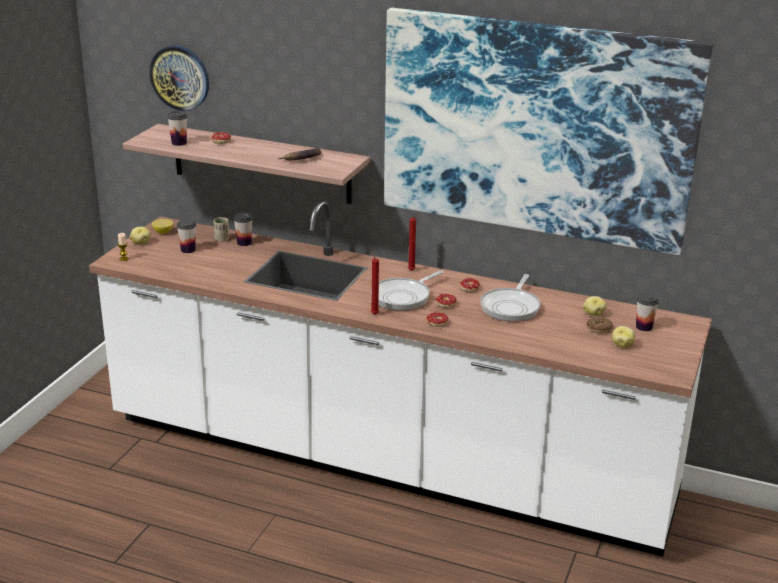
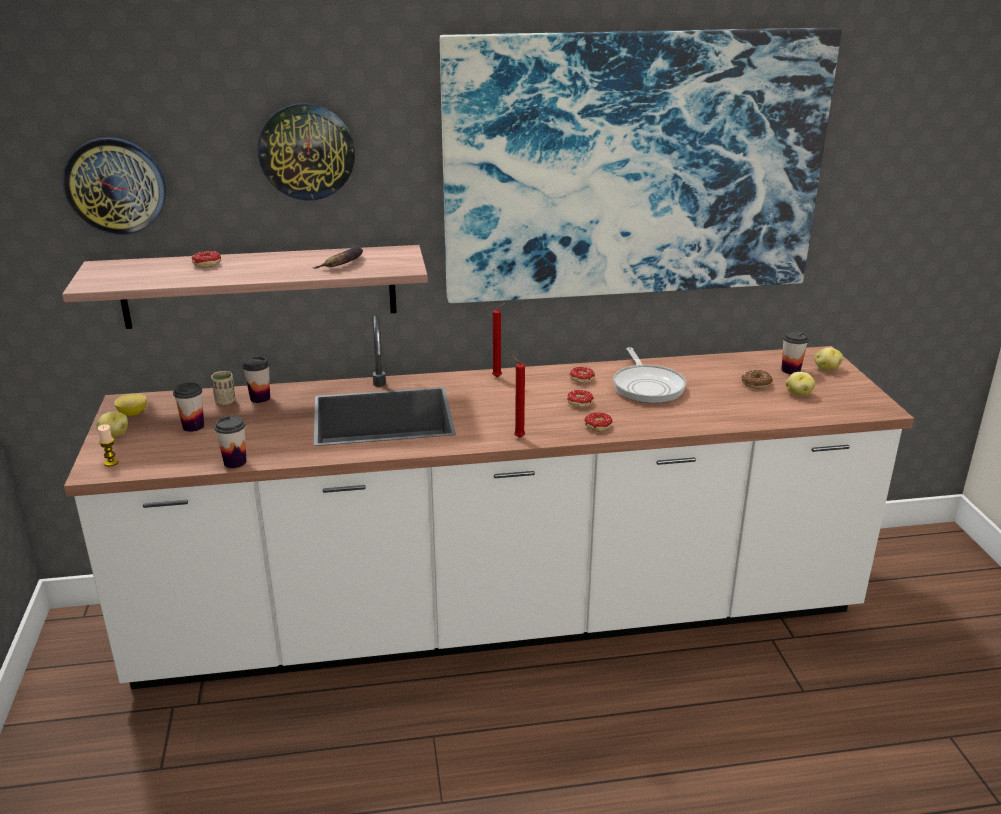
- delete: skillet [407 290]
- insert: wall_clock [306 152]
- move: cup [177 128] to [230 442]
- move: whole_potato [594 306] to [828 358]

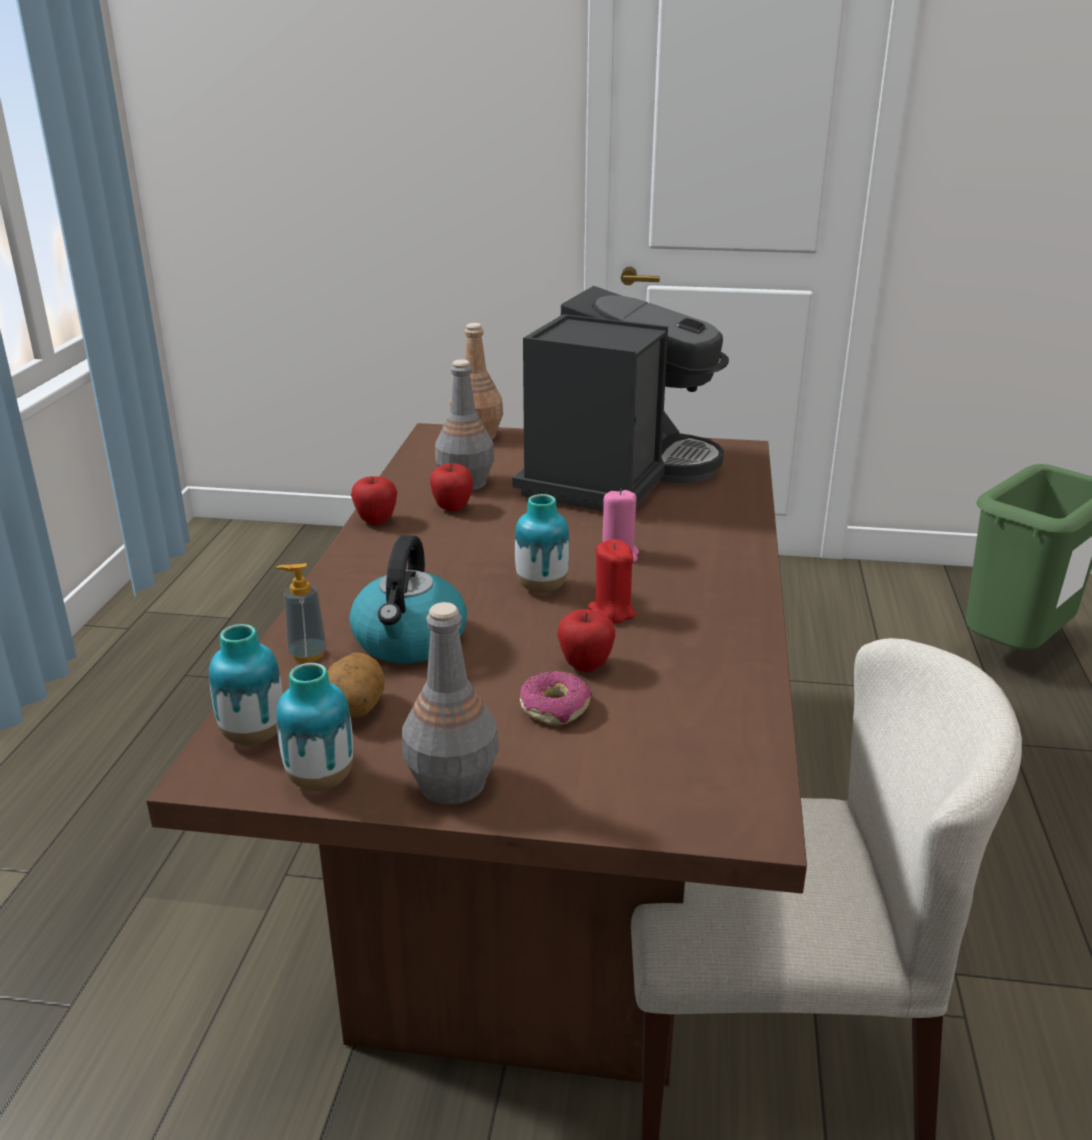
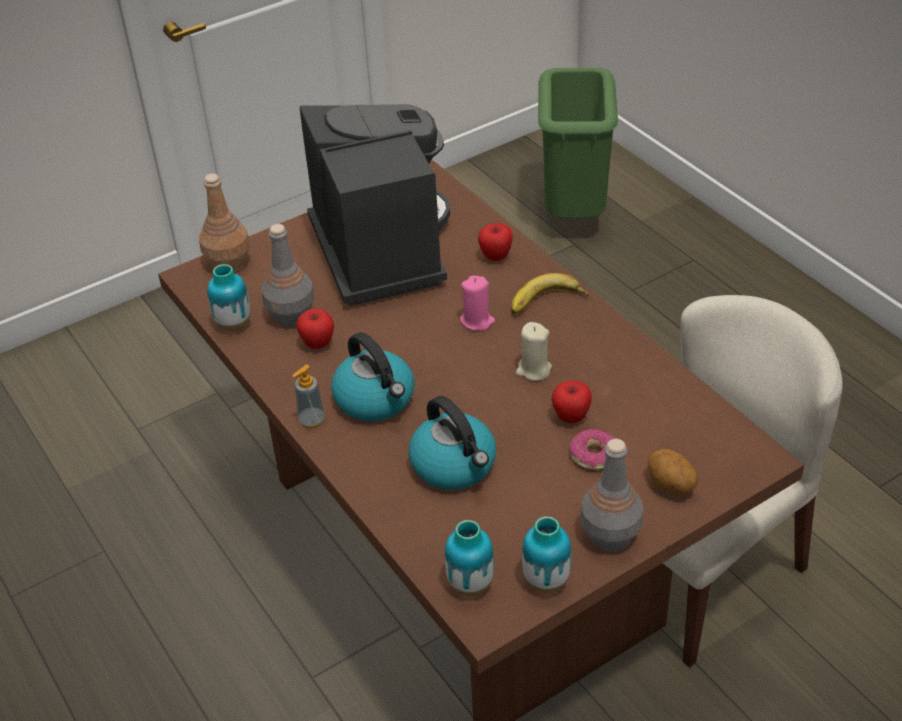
- insert: tea_kettle [372 376]
- insert: banana_fruit [550 293]
- move: soap_bottle [301 613] to [308 396]
- move: whole_potato [355 685] to [673 471]
- move: apple [374 500] to [495 242]
- move: decorative_vase [542 543] to [228 297]
- recolor: red_candle [611 581] to beige_candle [534 351]

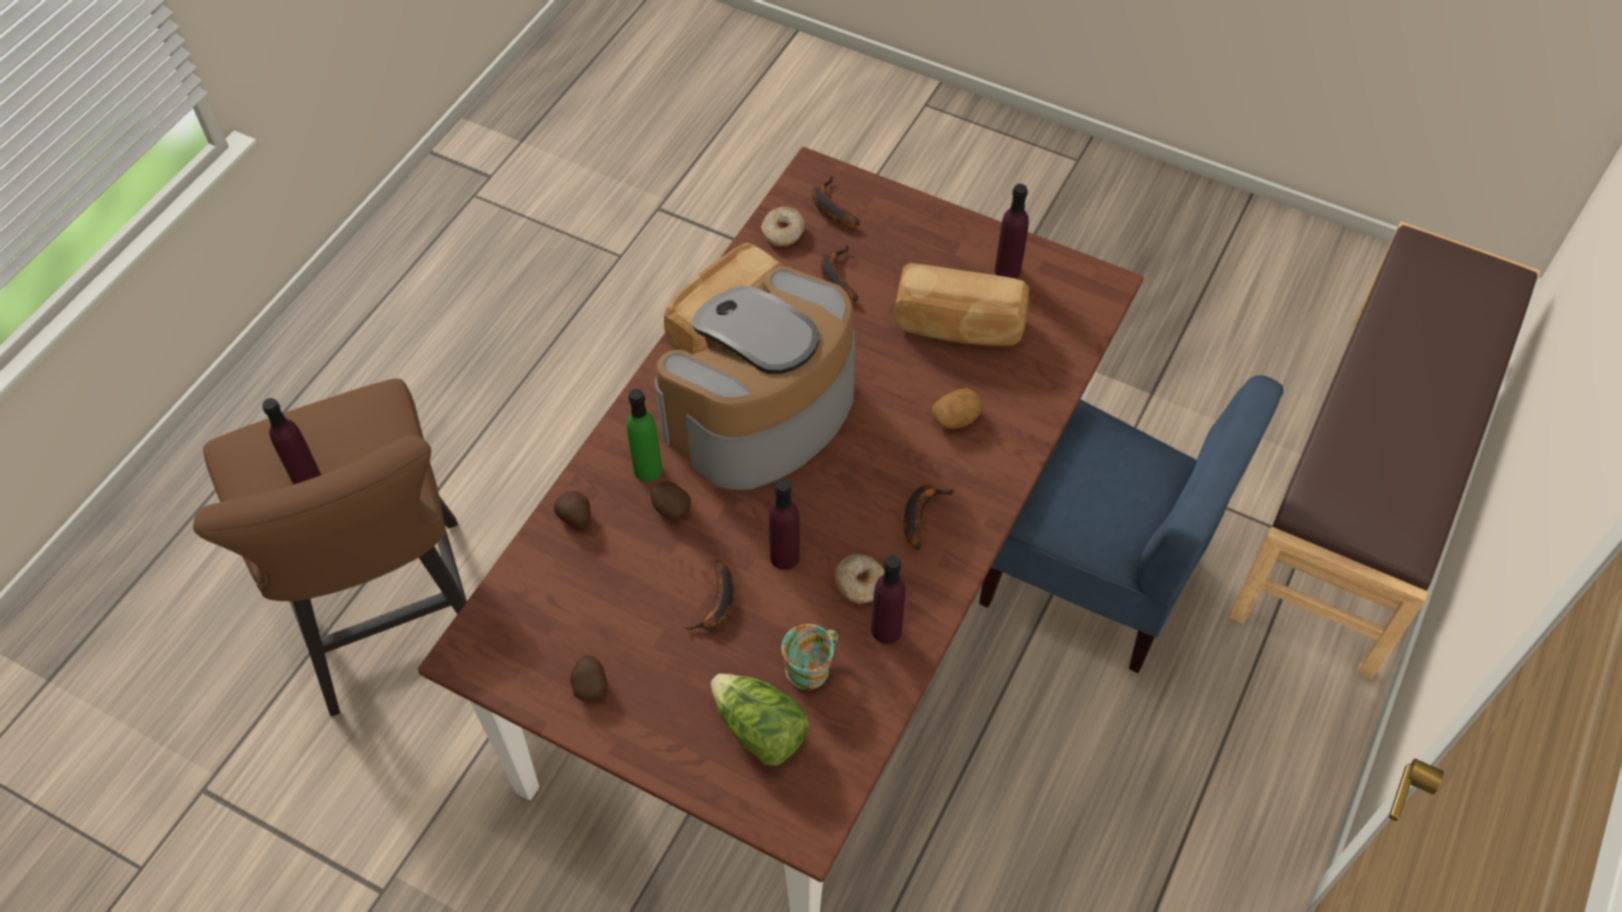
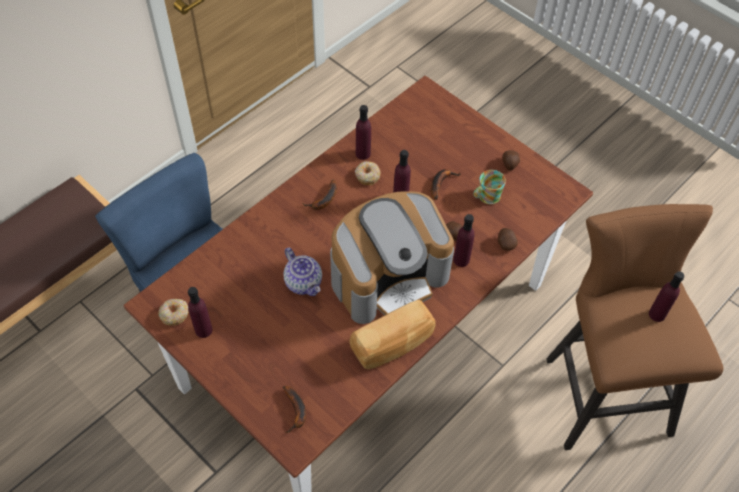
- delete: lettuce [760 720]
- delete: banana_fruit [839 273]
- delete: bakery_bread [961 304]
- delete: whole_potato [957 408]
- insert: pot_for_tea [302 272]
- move: ring_doughnut [783 226] to [173 312]
- move: tea_mug [810 657] to [489 187]
- recolor: greenish_drink_bottle [644 435] to purplish_drink_bottle [464 240]

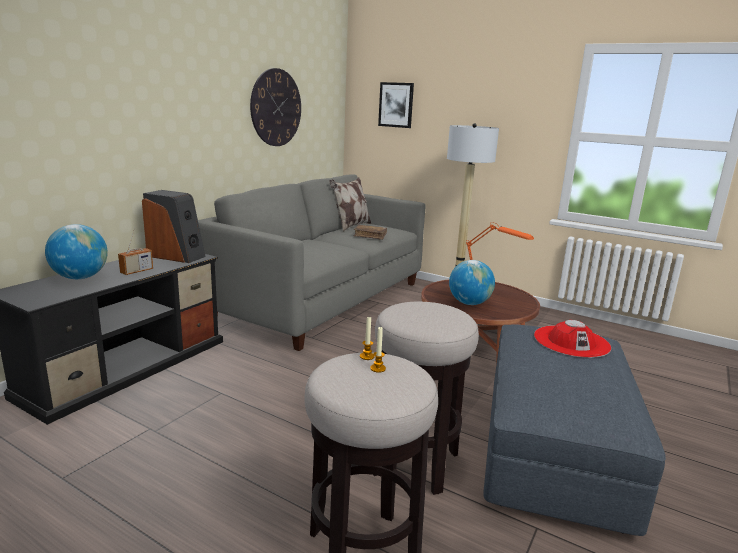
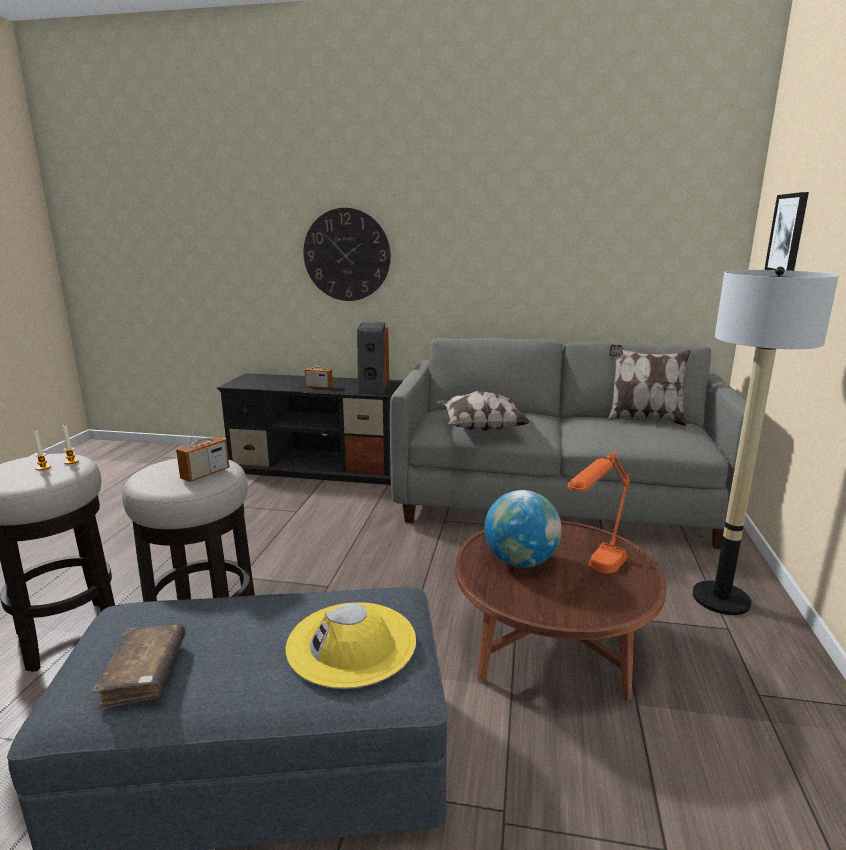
- delete: globe [76 251]
- insert: radio [202 444]
- insert: cushion [483 411]
- move: wall_clock [275 107] to [347 254]
- move: brown_volume [370 232] to [138 667]
- recolor: red_wearable_hat [572 339] to yellow-coloured_wearable_hat [350 645]

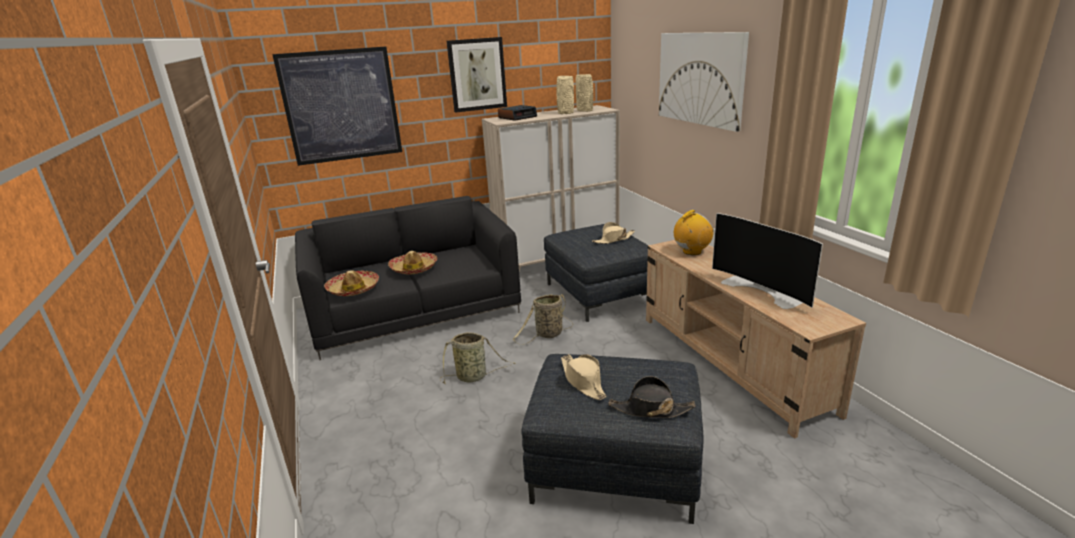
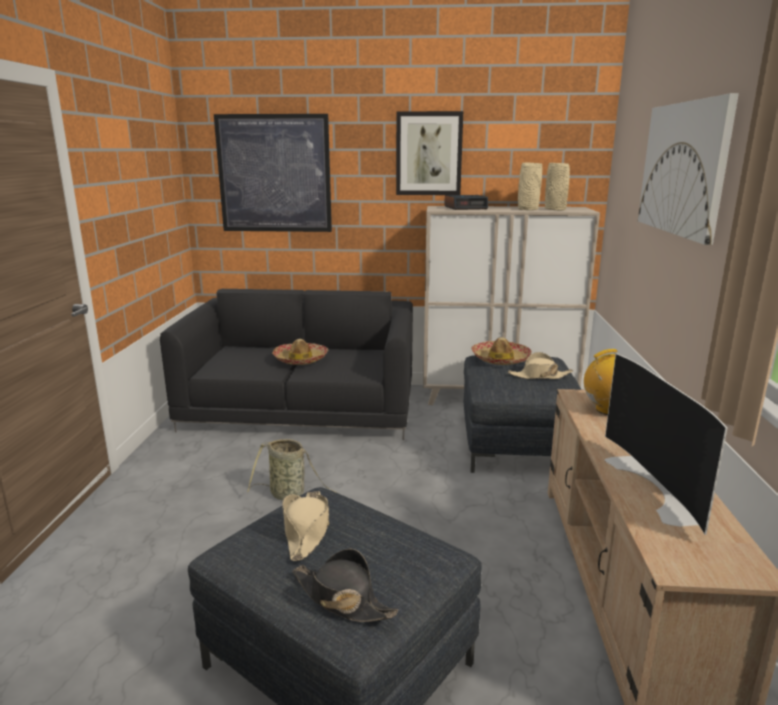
- delete: storage_basket [543 319]
- move: wearable_hat [351 283] to [501 351]

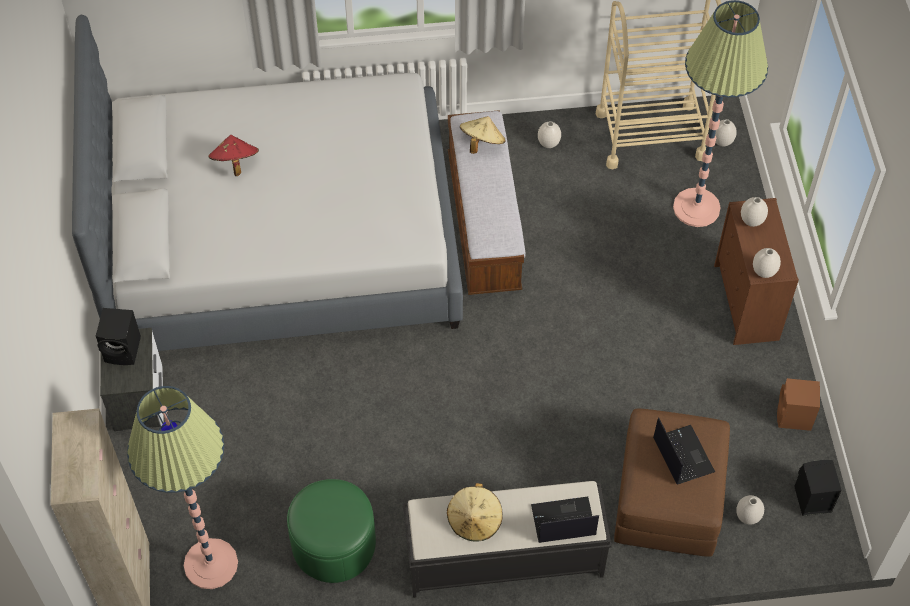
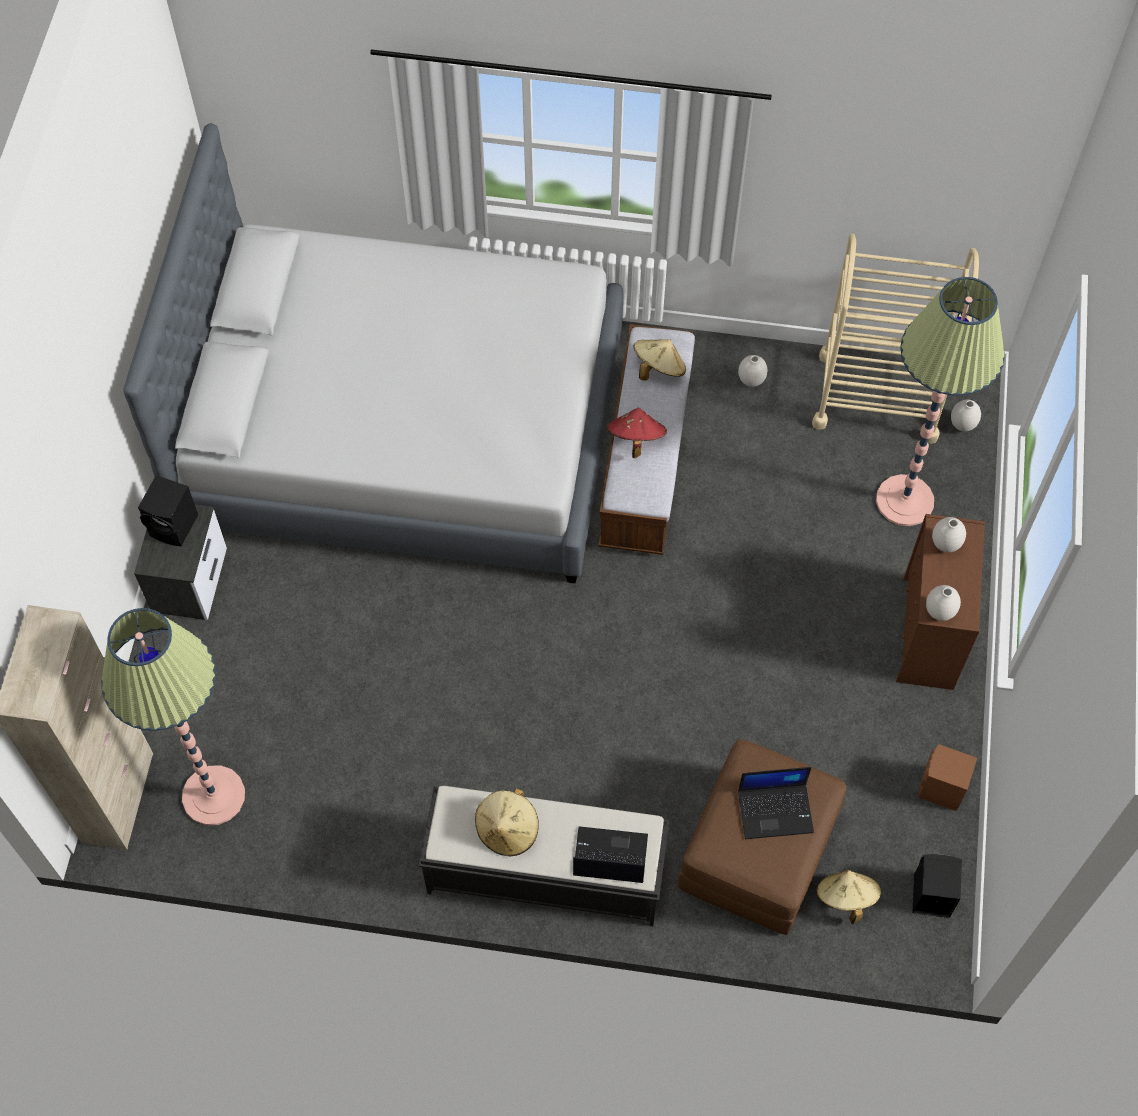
- delete: greenish_ottoman [331 531]
- move: red_wearable_hat [234 155] to [637 433]
- replace: white-coloured_decorative_vase [750 510] to beige_wearable_hat [848 897]
- rotate: laptop [684 450] = [776 803] 90 degrees clockwise

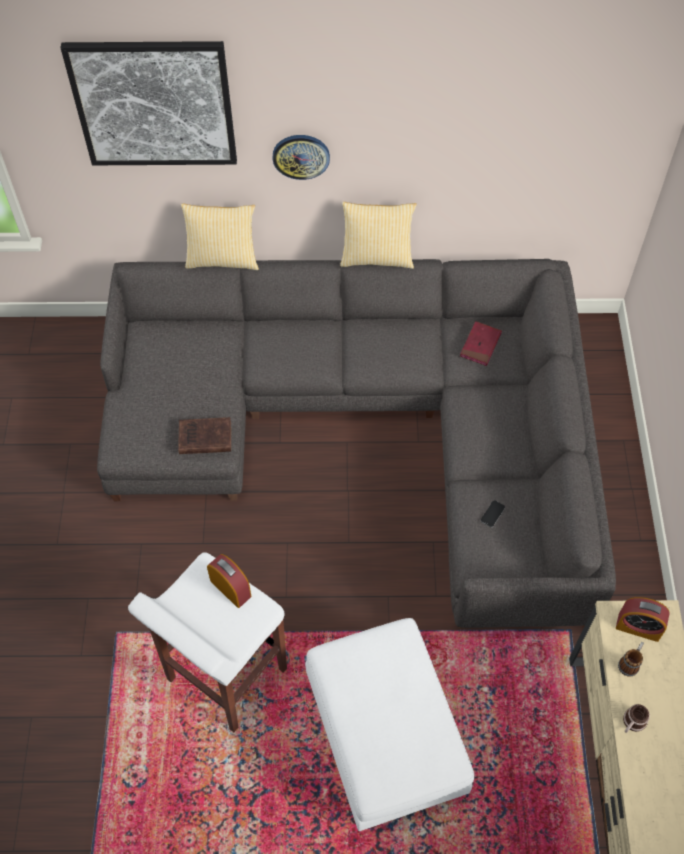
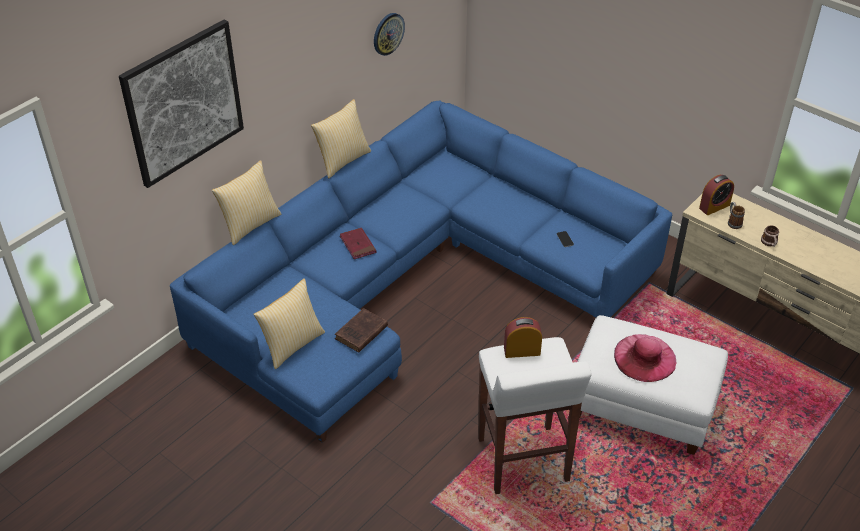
- insert: cushion [289 323]
- insert: pink-coloured_wearable_hat [645 358]
- move: wall_clock [301 157] to [389 34]
- move: red_volume [481 343] to [358 243]
- recolor: greyish_settee [356 443] to bluish_settee [421 272]

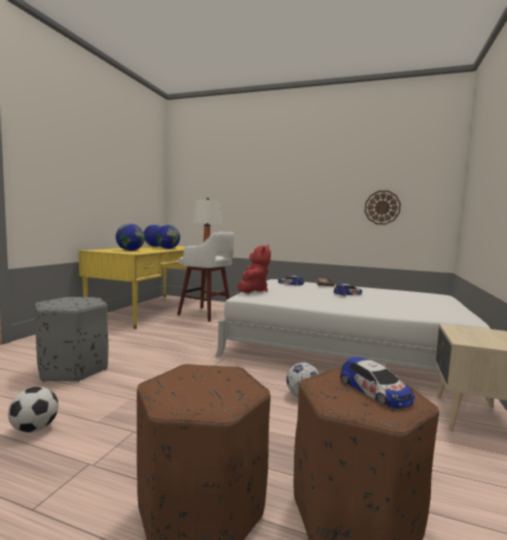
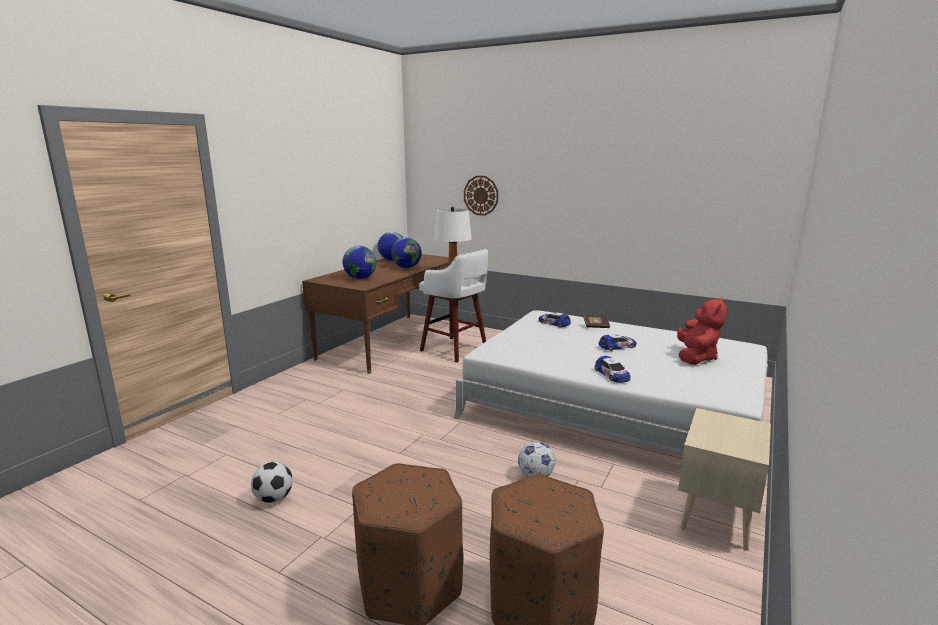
- delete: greyish_ottoman [71 339]
- move: red_plush_toy [254 269] to [702 331]
- move: miniature_car [377 383] to [613 369]
- move: wall_clock [383 208] to [481 196]
- recolor: yellow-coloured_desk_table [142 287] to brown_desk_table [375 314]

